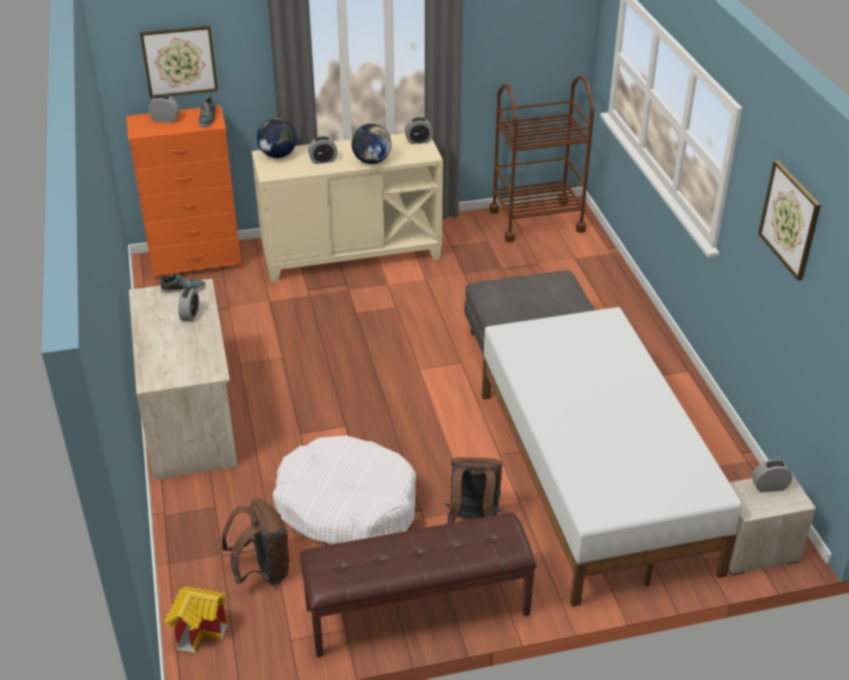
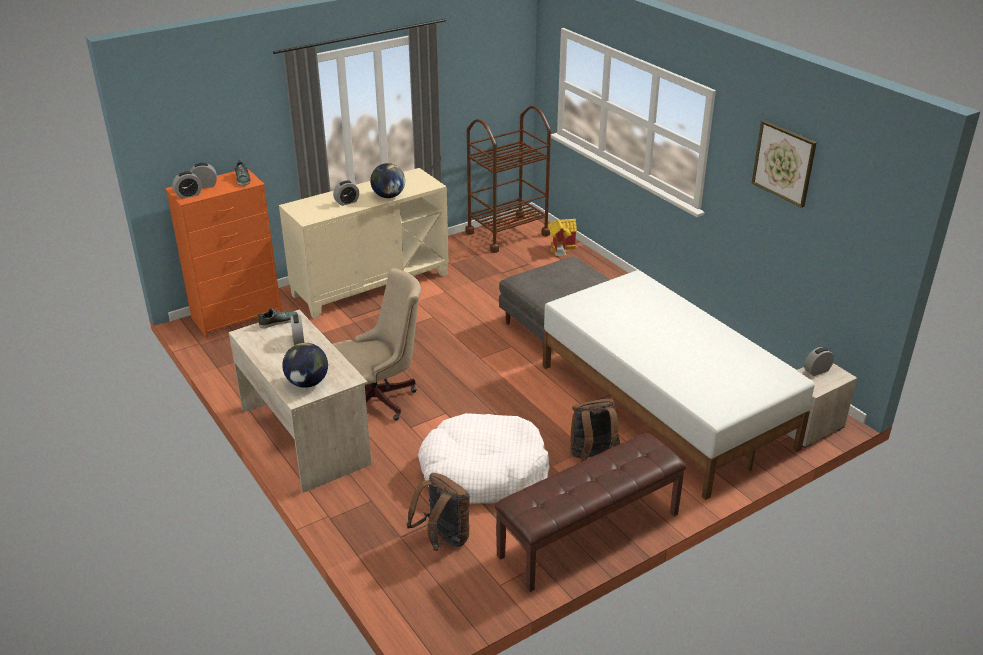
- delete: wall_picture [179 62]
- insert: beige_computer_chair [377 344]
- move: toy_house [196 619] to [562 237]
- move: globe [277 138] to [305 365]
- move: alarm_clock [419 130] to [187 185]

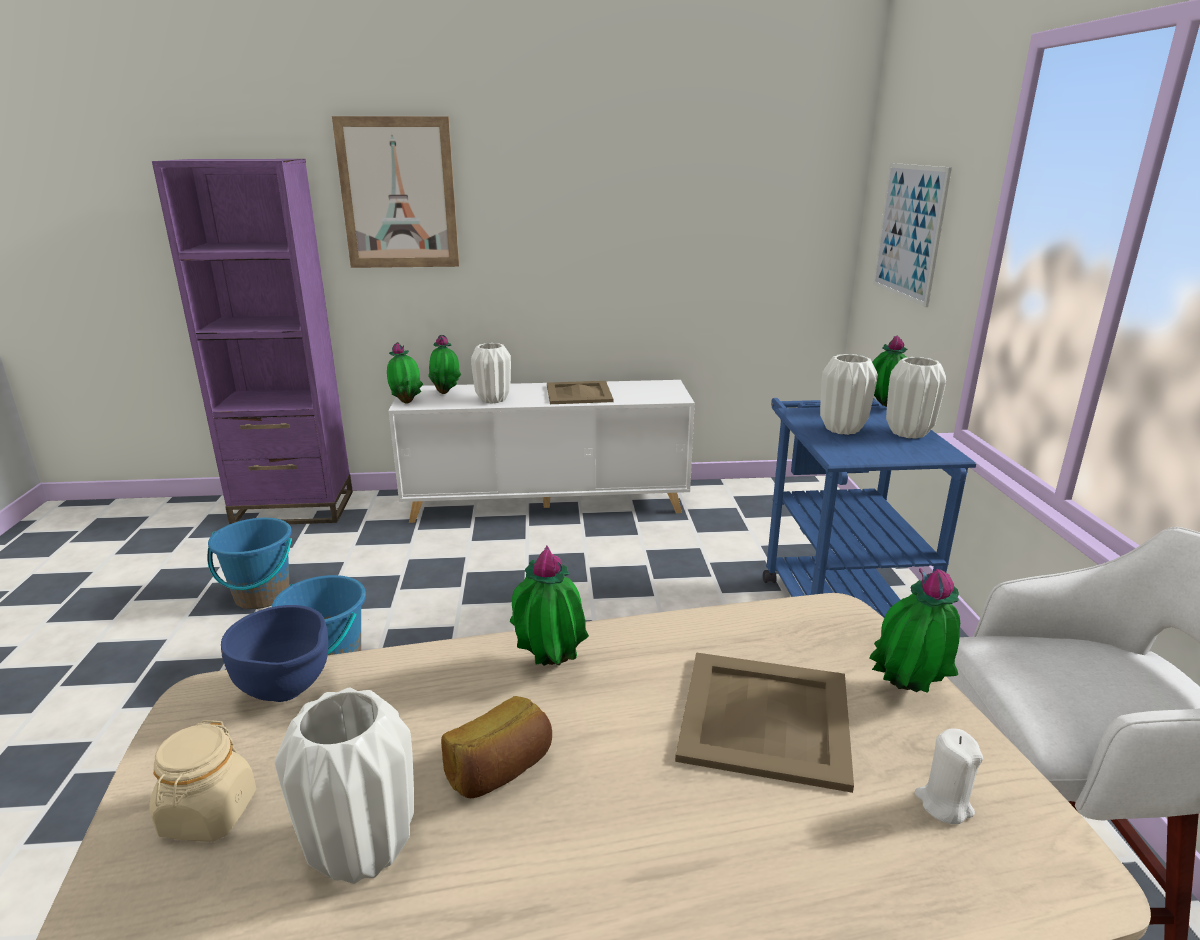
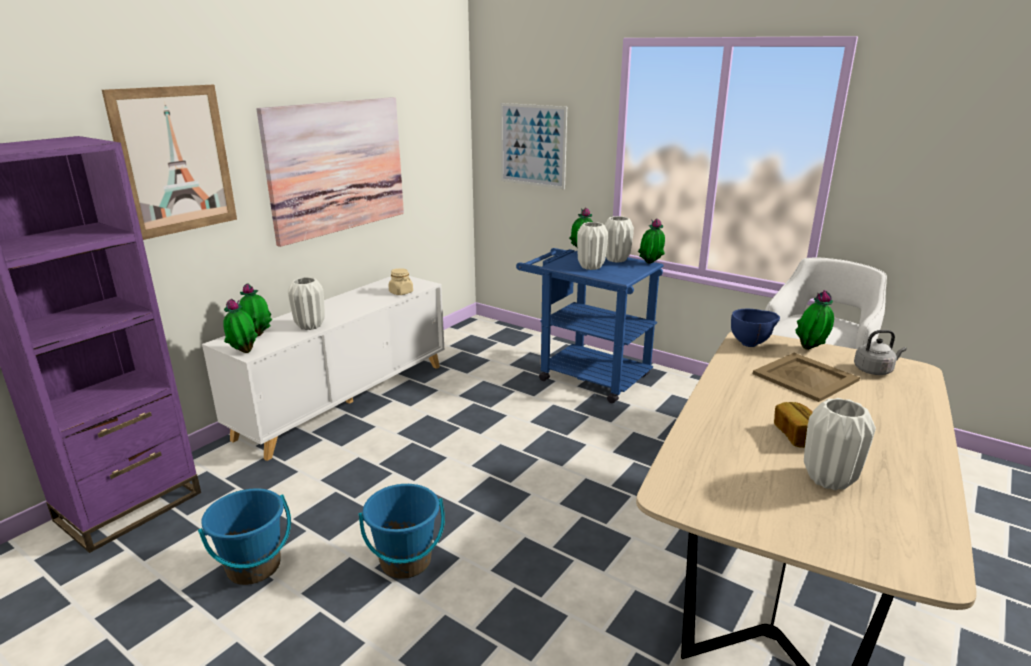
- delete: beige_serving_tray [580 392]
- insert: wall_picture [330 172]
- move: beige_storage_jar [203 780] to [400 281]
- move: bluish_bowl [274 653] to [755 328]
- move: potted_plant [549 605] to [651 241]
- replace: white-coloured_candle [949 776] to greyish_tea_kettle [880 352]

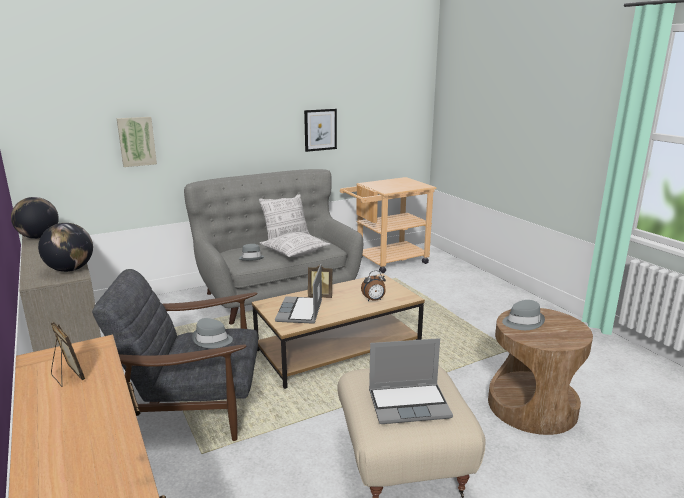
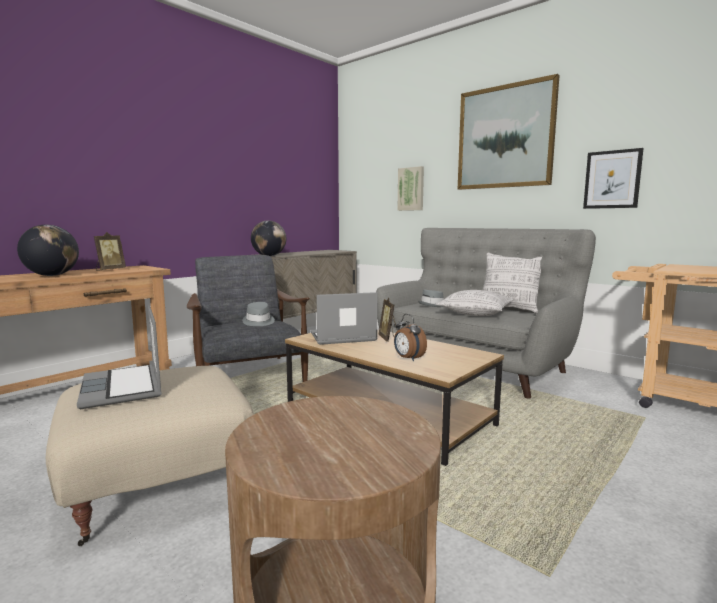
- delete: greyish_wearable_hat [523 315]
- insert: wall_picture [509 132]
- move: globe [35 218] to [48 250]

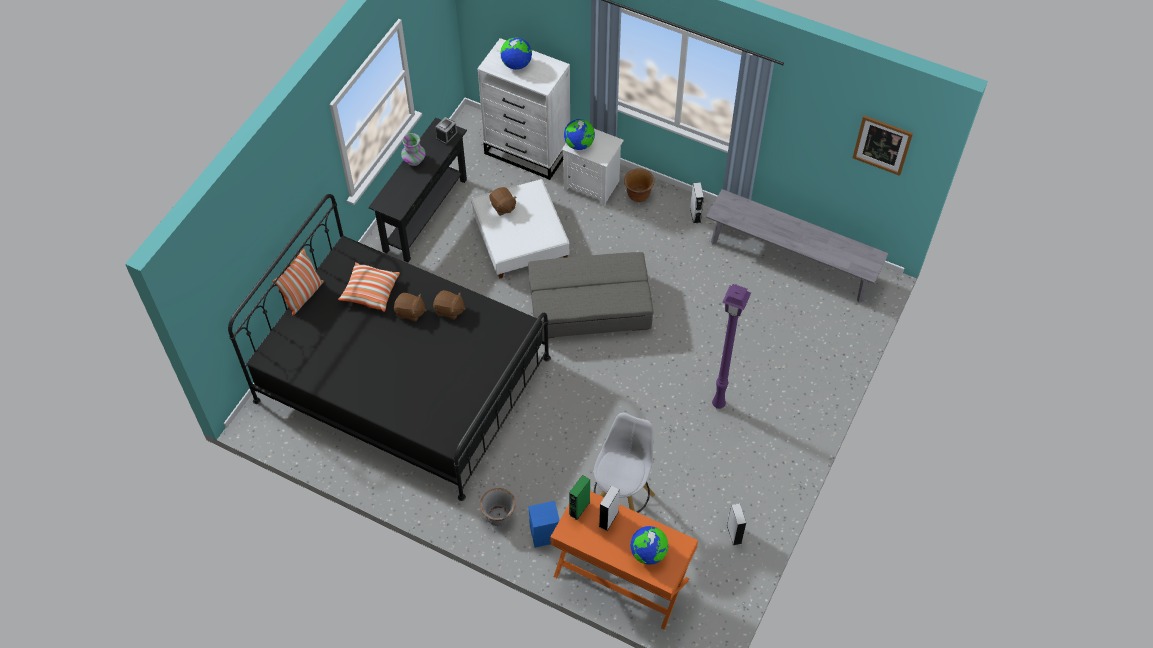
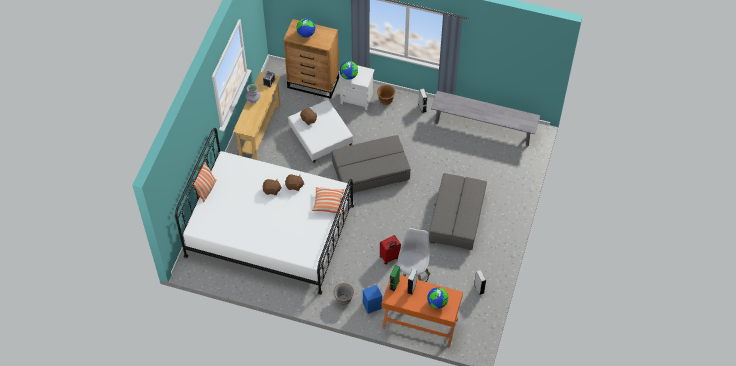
- delete: wall_picture [882 146]
- insert: red_suitcase [390 250]
- move: cushion [369 287] to [328 200]
- replace: purplish_standing_lamp [731 346] to greyish_ottoman [458 211]
- recolor: black-coloured_sleeping_bed [389 347] to white-coloured_sleeping_bed [264 211]
- recolor: black-coloured_hall_table [417 190] to beige_hall_table [256 116]
- recolor: white-coloured_chest_of_drawers [523 109] to brown_chest_of_drawers [311 59]

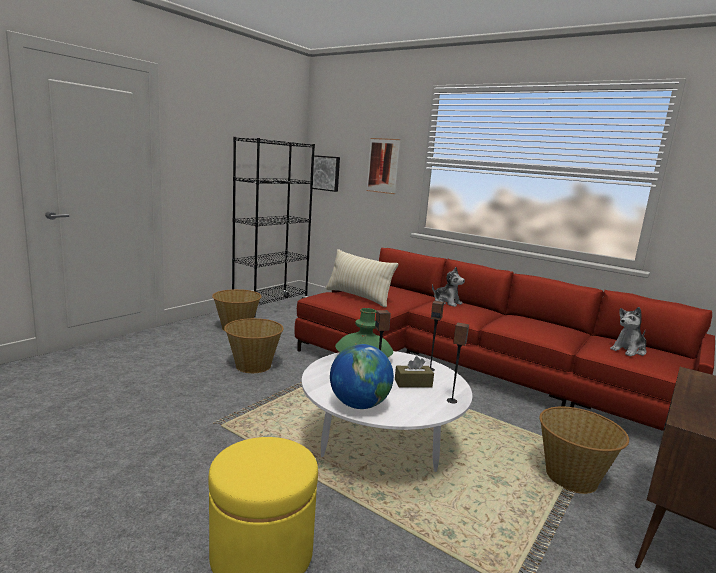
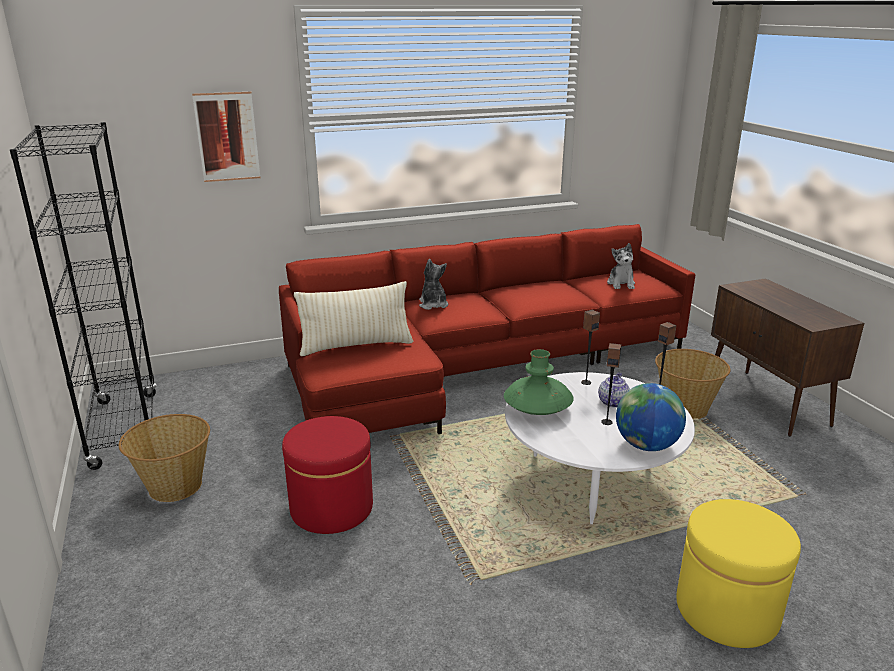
- delete: wall_picture [325 173]
- replace: storage_basket [254 345] to red_ottoman [327 475]
- replace: brown_tissue_holder [414 371] to pot_for_tea [614 390]
- rotate: plush_toy [448 287] = [433 284] 90 degrees counterclockwise

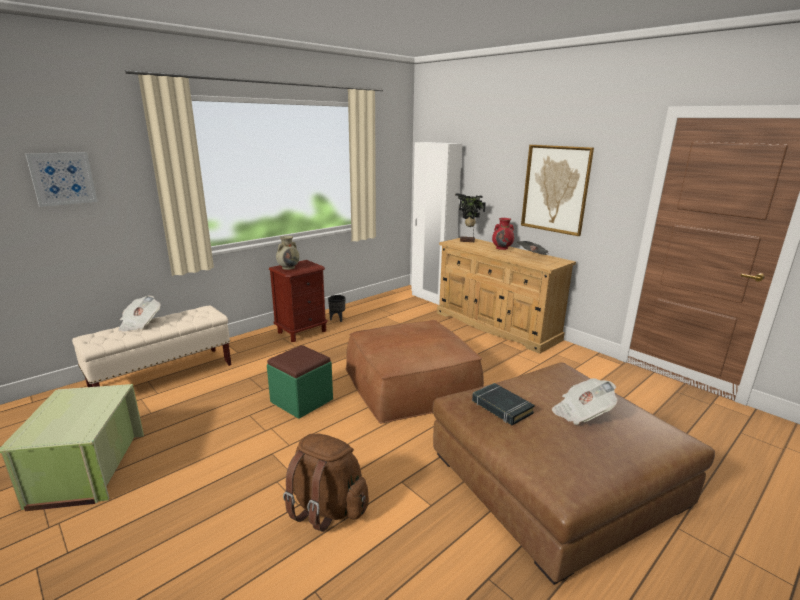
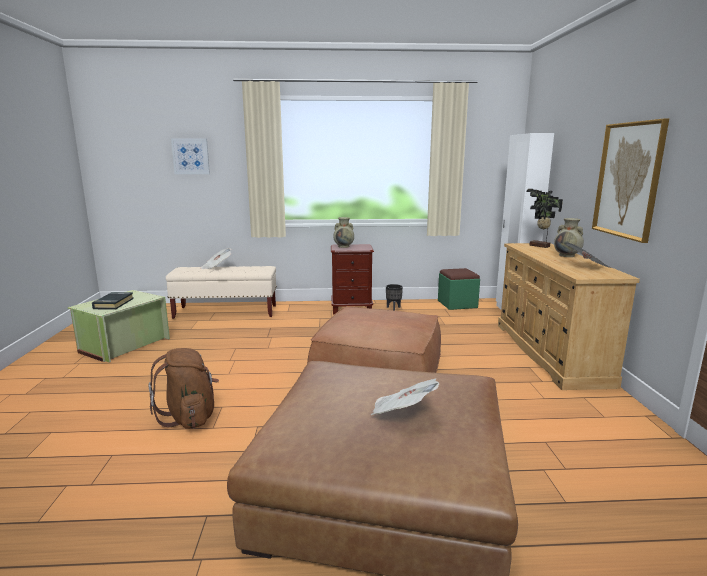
- move: greenish_ottoman [300 382] to [459 289]
- move: black-coloured_volume [503 404] to [113 301]
- recolor: red_decorative_vase [503 234] to beige_decorative_vase [569 237]

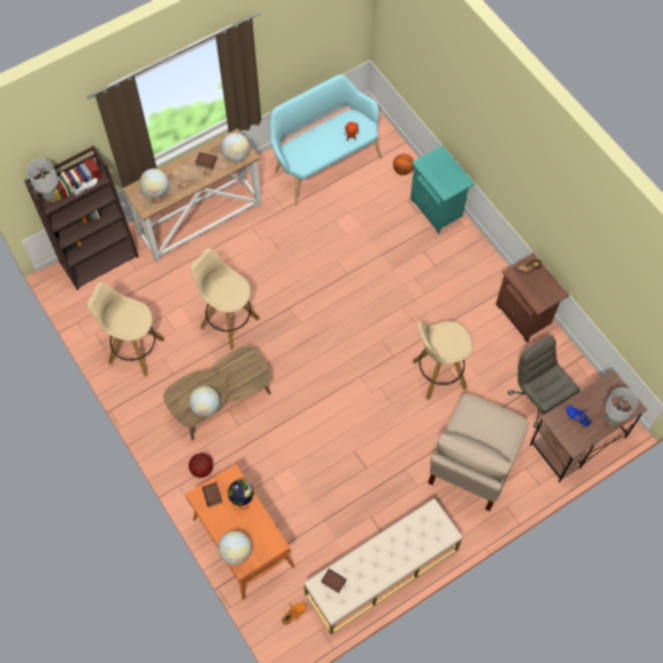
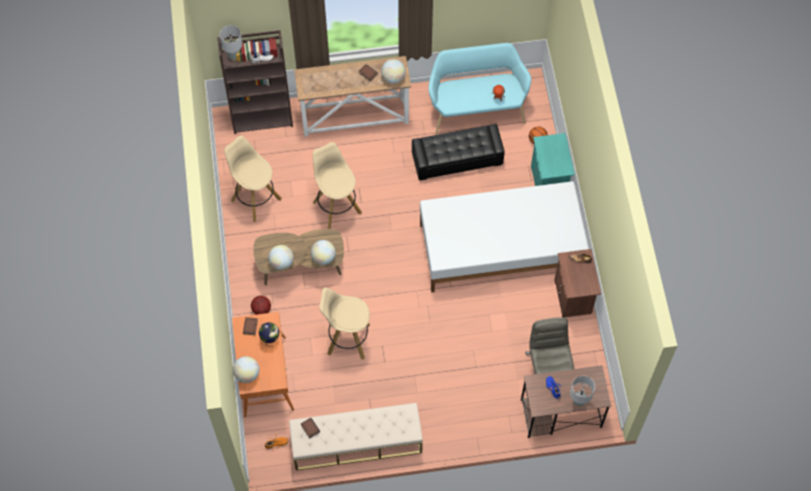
- delete: beige_plain_chair [478 452]
- insert: black-coloured_ottoman [458 152]
- insert: white-coloured_sleeping_bed [504 237]
- move: globe [154 183] to [323 252]
- move: beige_stool [442 360] to [344 323]

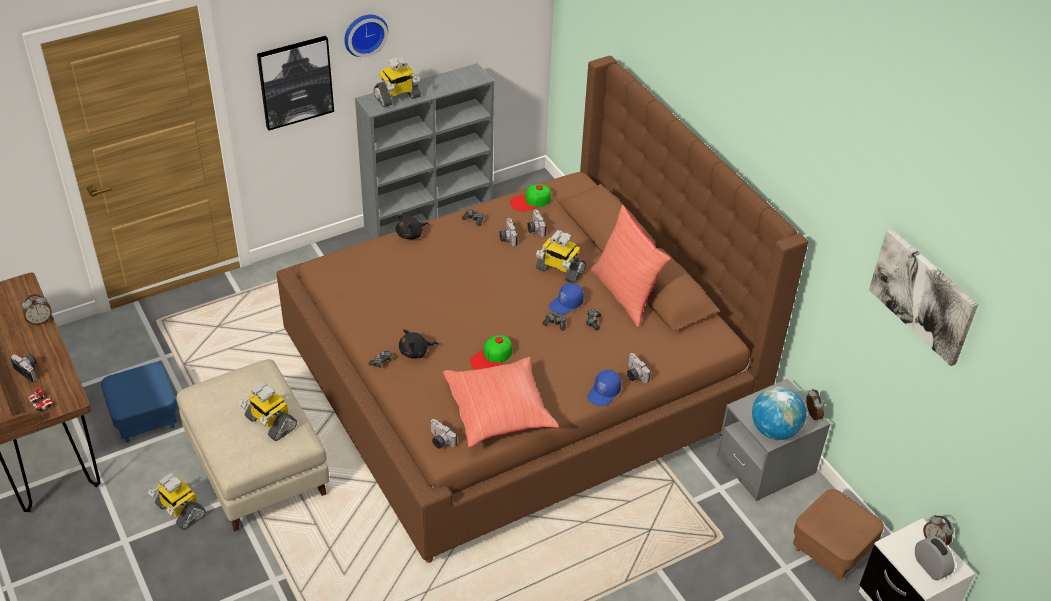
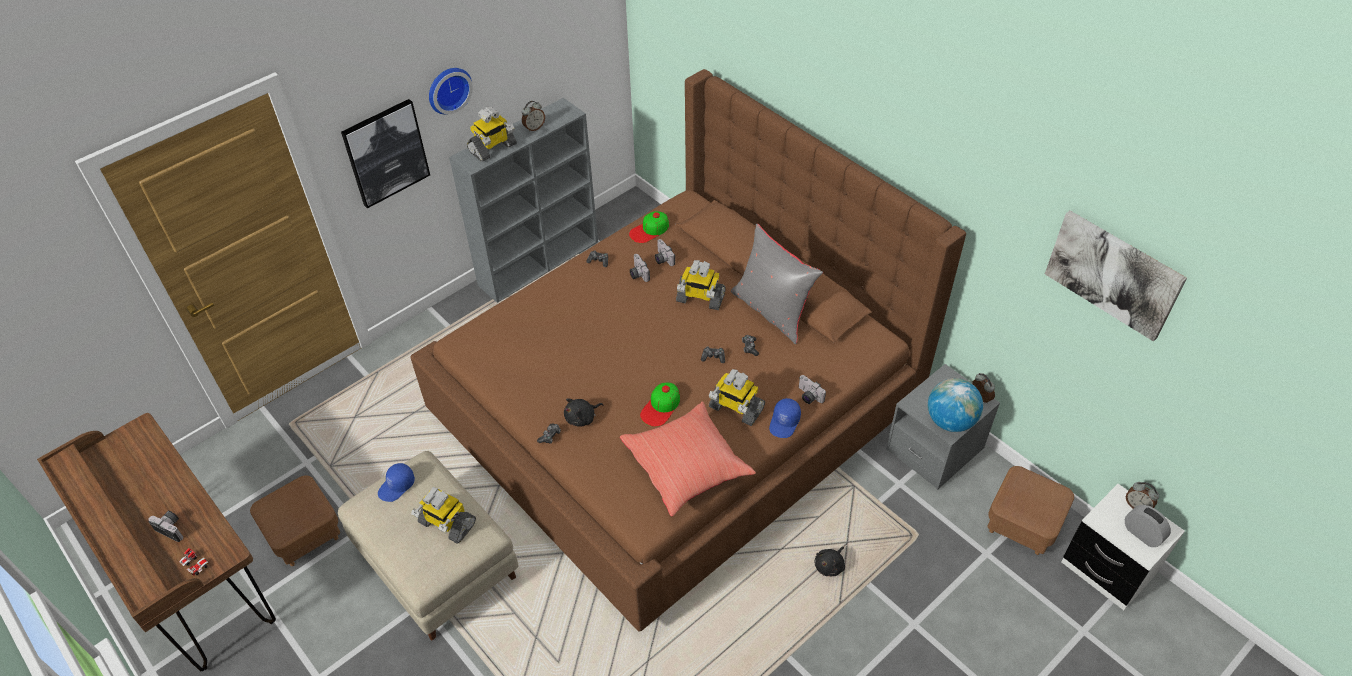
- delete: still_camera [443 434]
- move: alarm_clock [37 309] to [533 116]
- move: toy_robot [177 501] to [737 397]
- move: black-coloured_plush_toy [412 227] to [829 561]
- move: bluish_peaked_cap [566 299] to [396 482]
- recolor: bluish_ottoman [139 403] to brown_ottoman [295 520]
- recolor: red_cushion [631 266] to greyish_cushion [777 284]

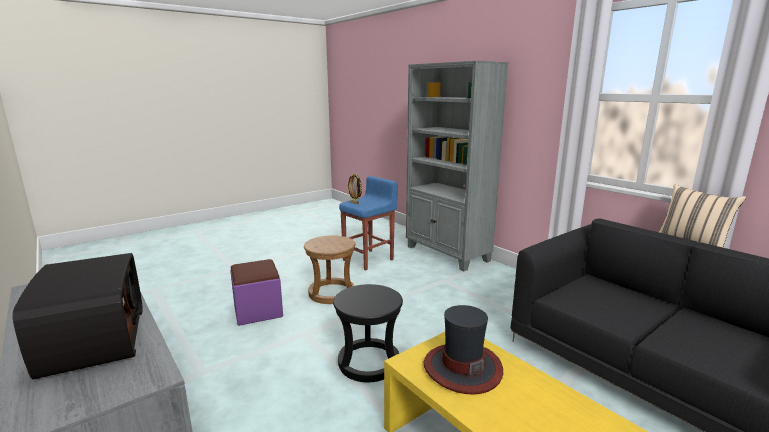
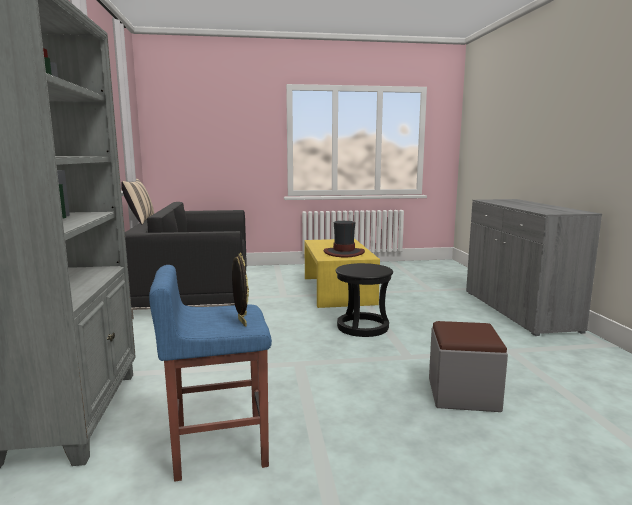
- delete: radio [77 316]
- delete: brown_stool [330 269]
- recolor: purplish_ottoman [256 292] to greyish_ottoman [468 366]

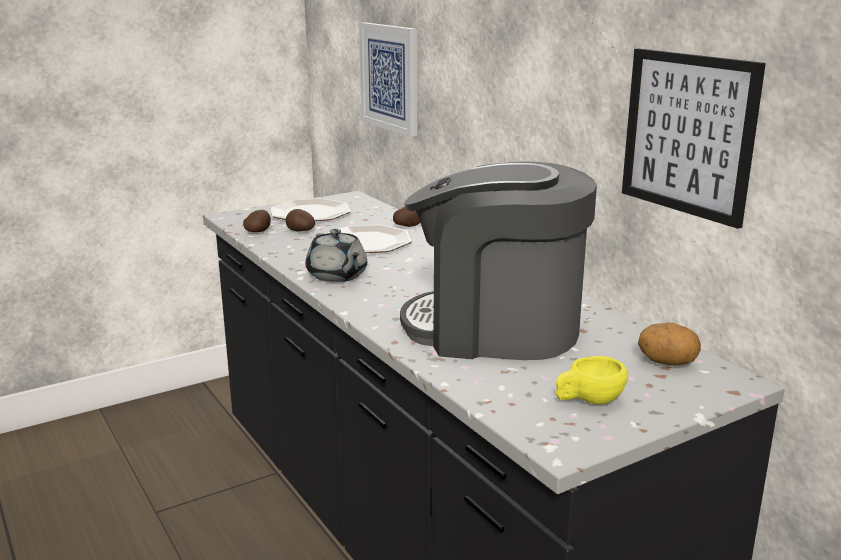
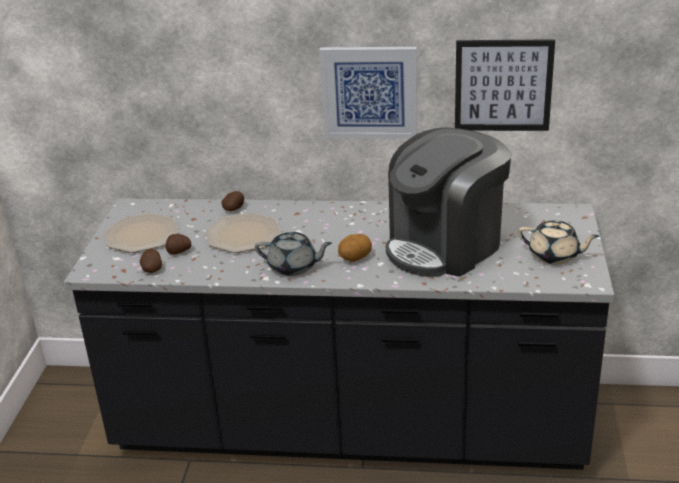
- move: wall_picture [388 79] to [368 93]
- move: whole_potato [669 344] to [355 248]
- replace: yellow-coloured_cup [592 380] to beige_pot_for_tea [558 242]

